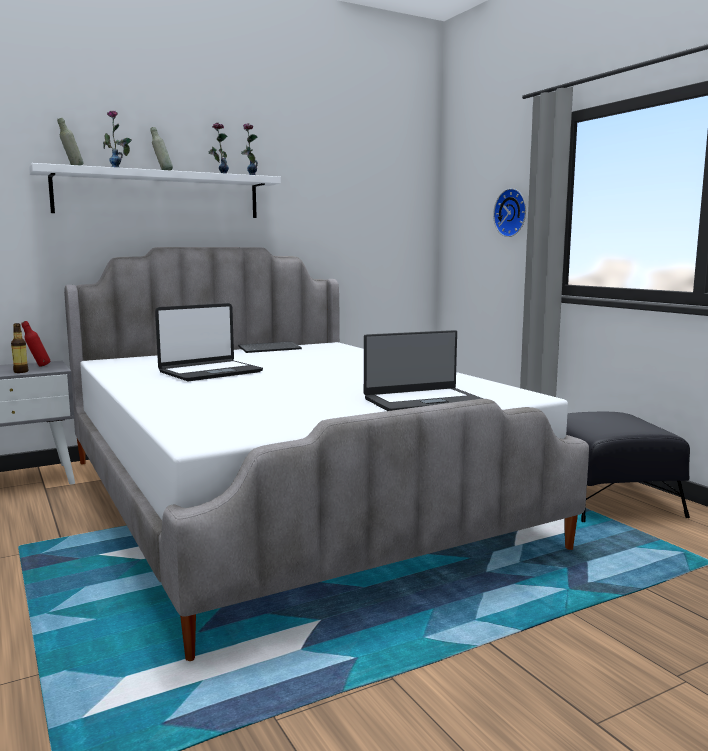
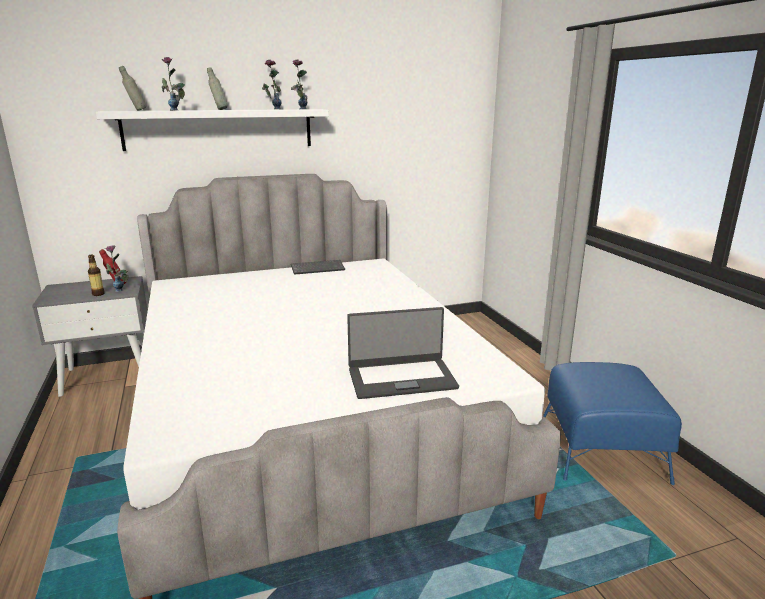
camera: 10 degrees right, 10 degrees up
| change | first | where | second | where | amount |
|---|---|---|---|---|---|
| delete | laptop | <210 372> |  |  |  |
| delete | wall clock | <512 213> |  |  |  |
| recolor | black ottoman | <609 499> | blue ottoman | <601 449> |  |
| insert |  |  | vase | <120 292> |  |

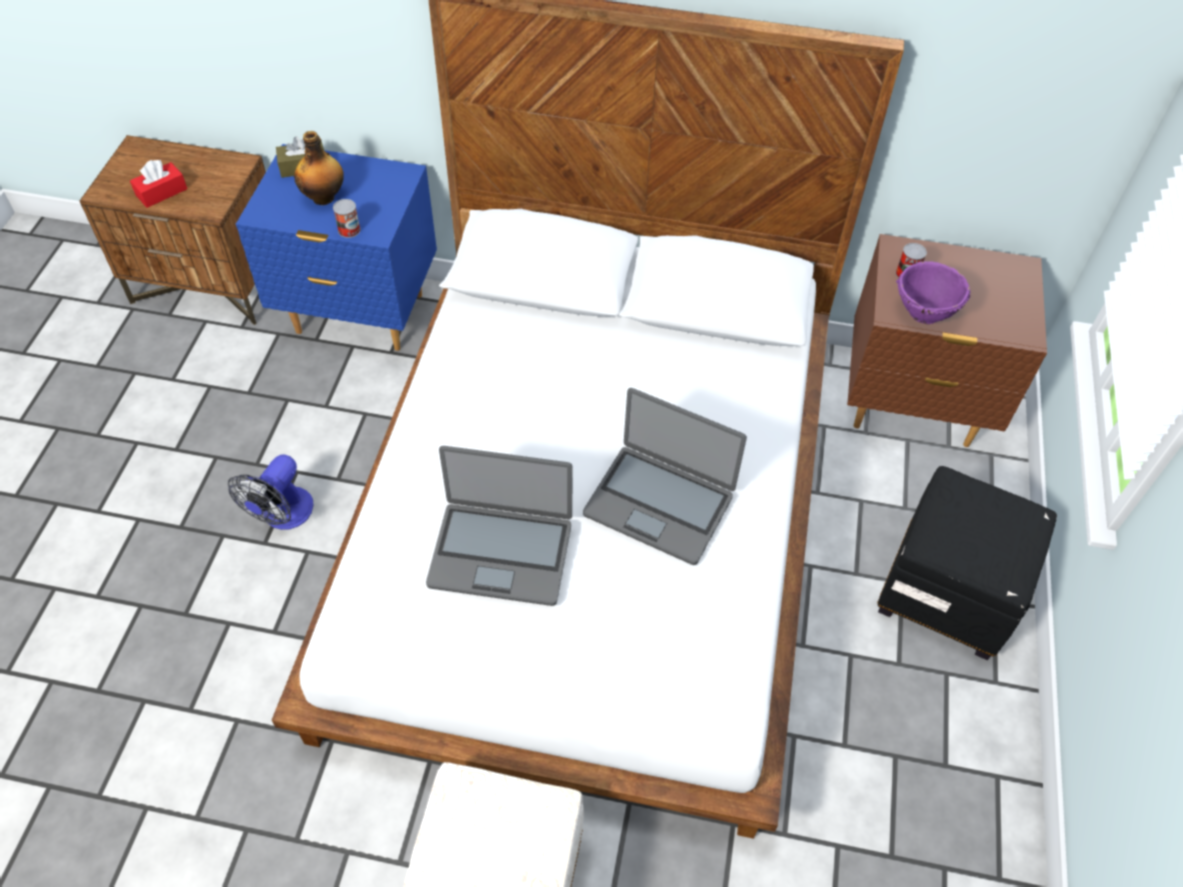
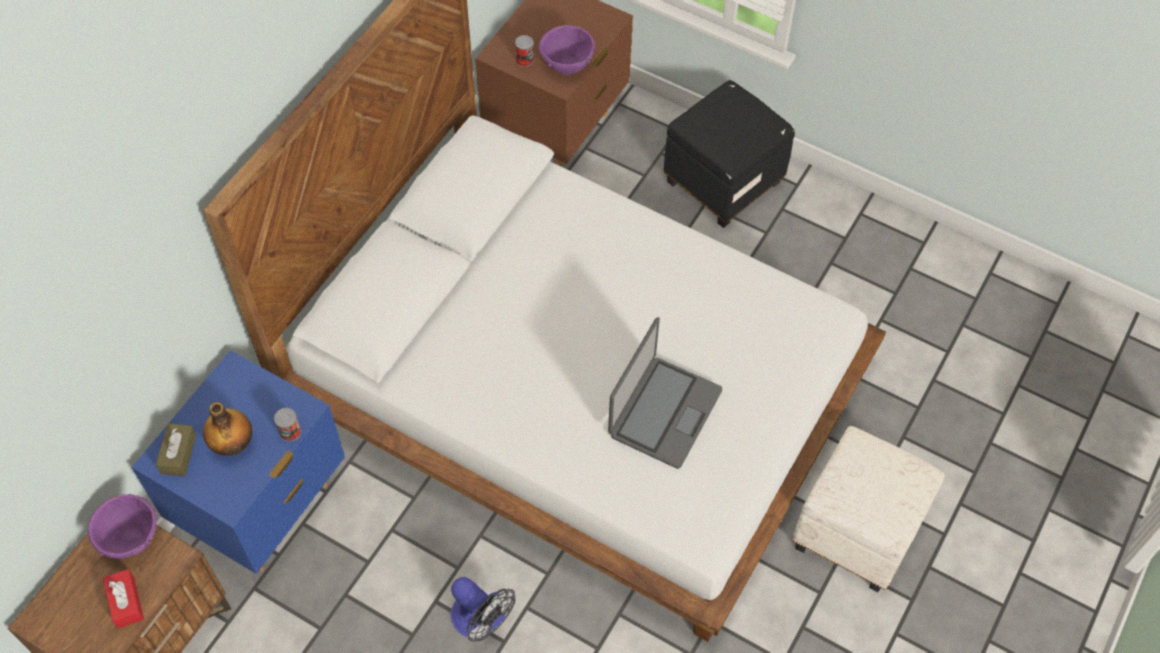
camera: 70 degrees left, 5 degrees up
| change | first | where | second | where | amount |
|---|---|---|---|---|---|
| delete | laptop | <659 503> |  |  |  |
| insert |  |  | purple bowl | <131 539> |  |

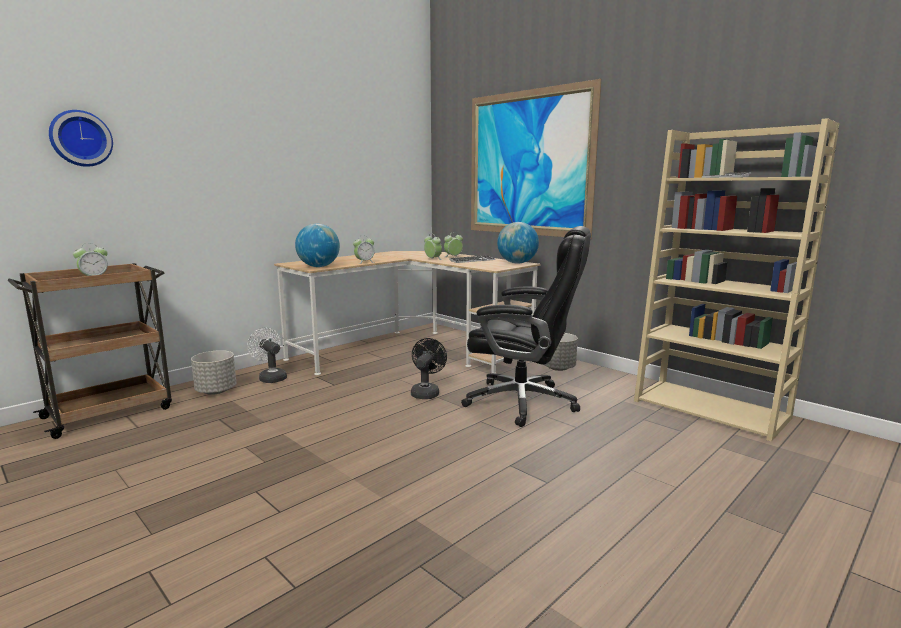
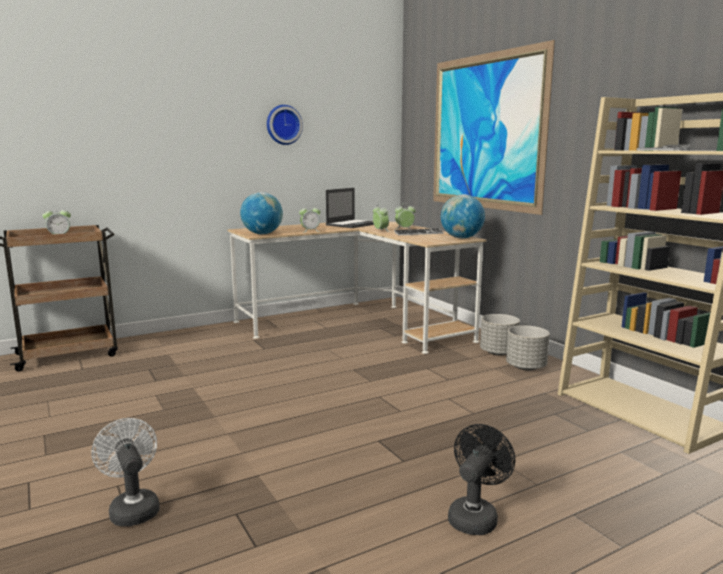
camera: 15 degrees right, 0 degrees up
| change | first | where | second | where | amount |
|---|---|---|---|---|---|
| move | wall clock | <80 138> |  | <283 125> |  |
| move | grey planter | <216 391> |  | <526 367> |  |
| move | white fan | <270 378> |  | <132 508> |  |
| move | black fan | <426 392> |  | <475 516> |  |
| delete | black office chair | <524 402> |  |  |  |
| insert |  |  | laptop | <353 224> |  |

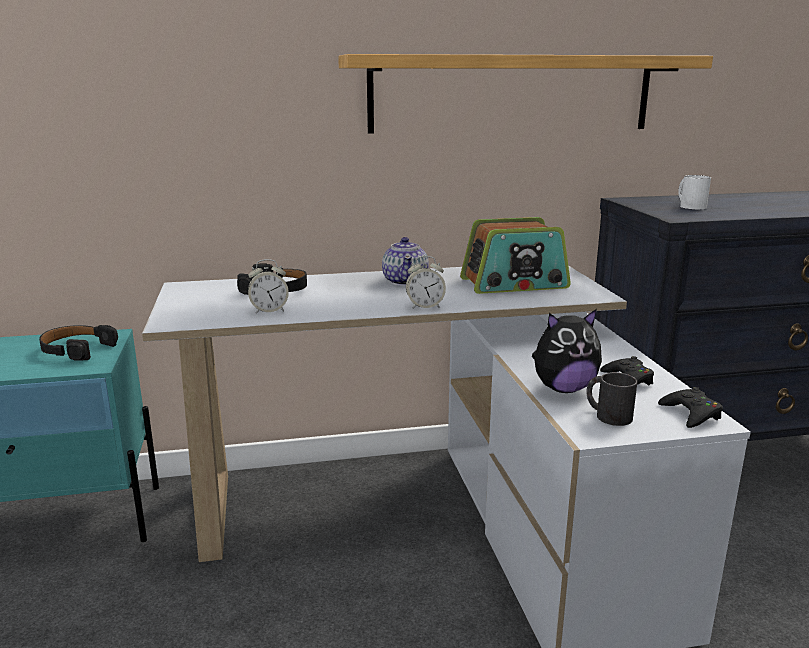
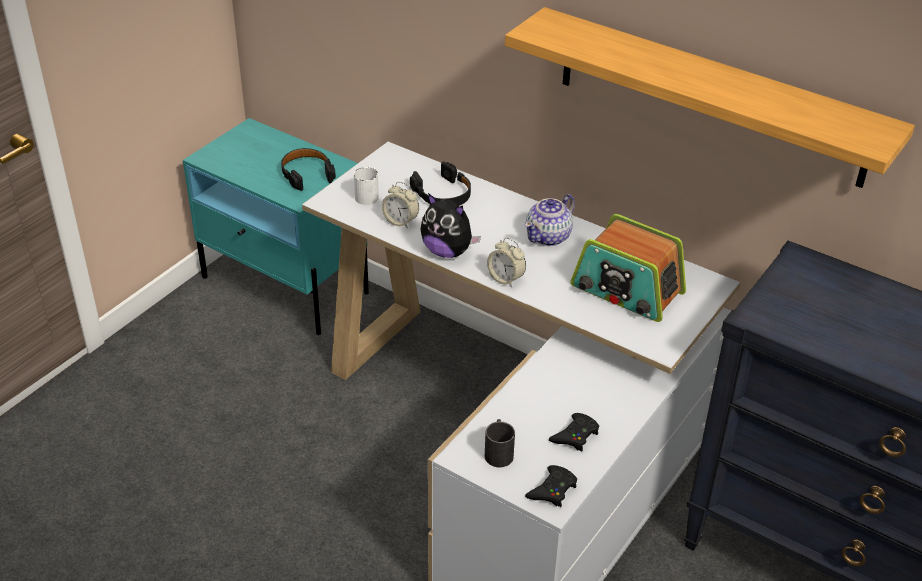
camera: 45 degrees right, 20 degrees up
| change | first | where | second | where | amount |
|---|---|---|---|---|---|
| move | plush toy | <563 388> |  | <447 251> |  |
| move | white mug | <689 206> |  | <369 195> |  |

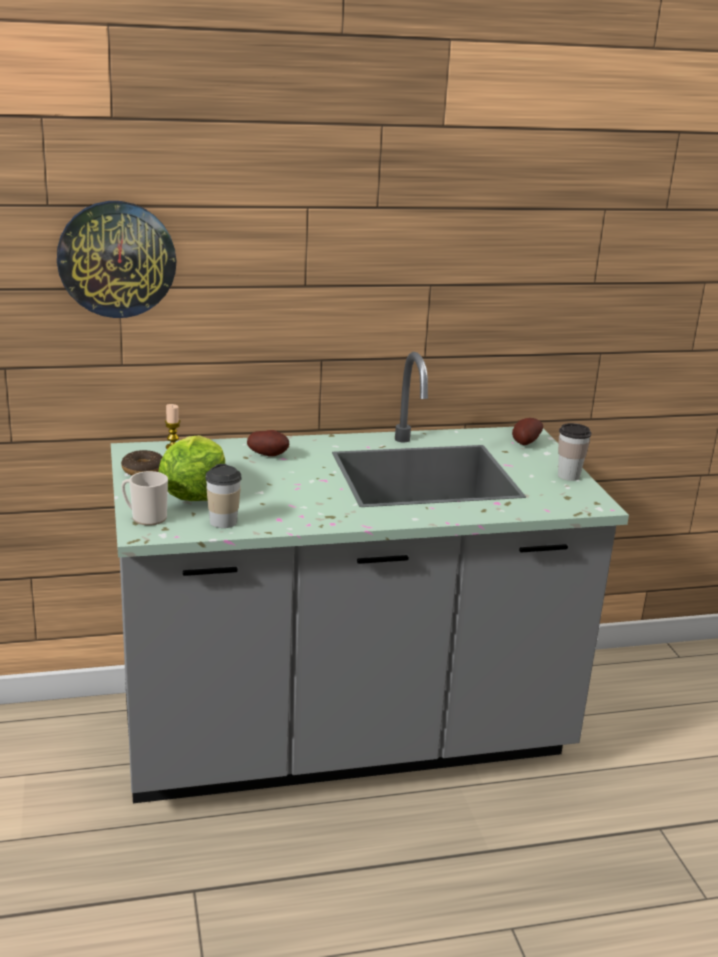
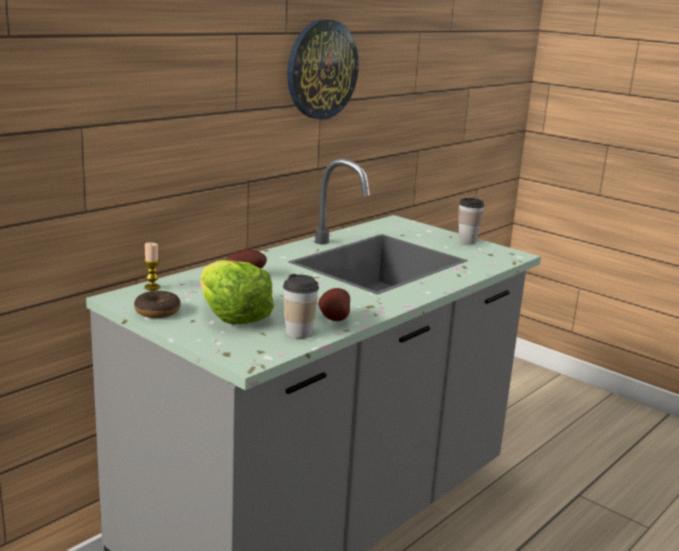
camera: 35 degrees left, 5 degrees down
| change | first | where | second | where | amount |
|---|---|---|---|---|---|
| move | wall clock | <117 259> |  | <321 69> |  |
| delete | mug | <145 517> |  |  |  |
| move | potato | <524 443> |  | <333 319> |  |

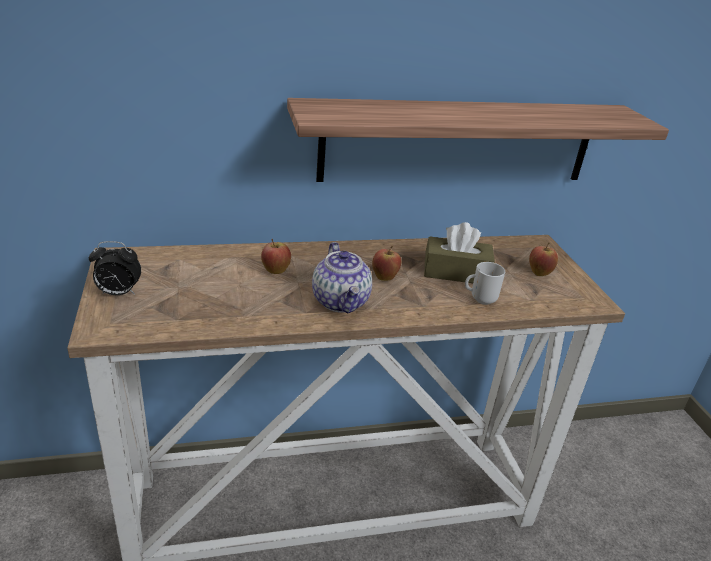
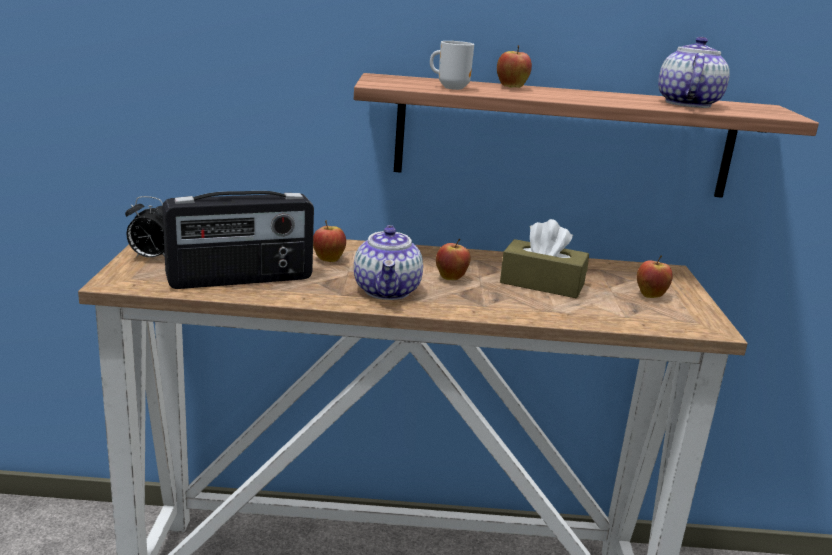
camera: 15 degrees right, 10 degrees down
| change | first | where | second | where | amount |
|---|---|---|---|---|---|
| move | mug | <481 299> |  | <451 87> |  |
| insert |  |  | radio | <240 279> |  |
| insert |  |  | apple | <511 88> |  |
| insert |  |  | teapot | <687 103> |  |

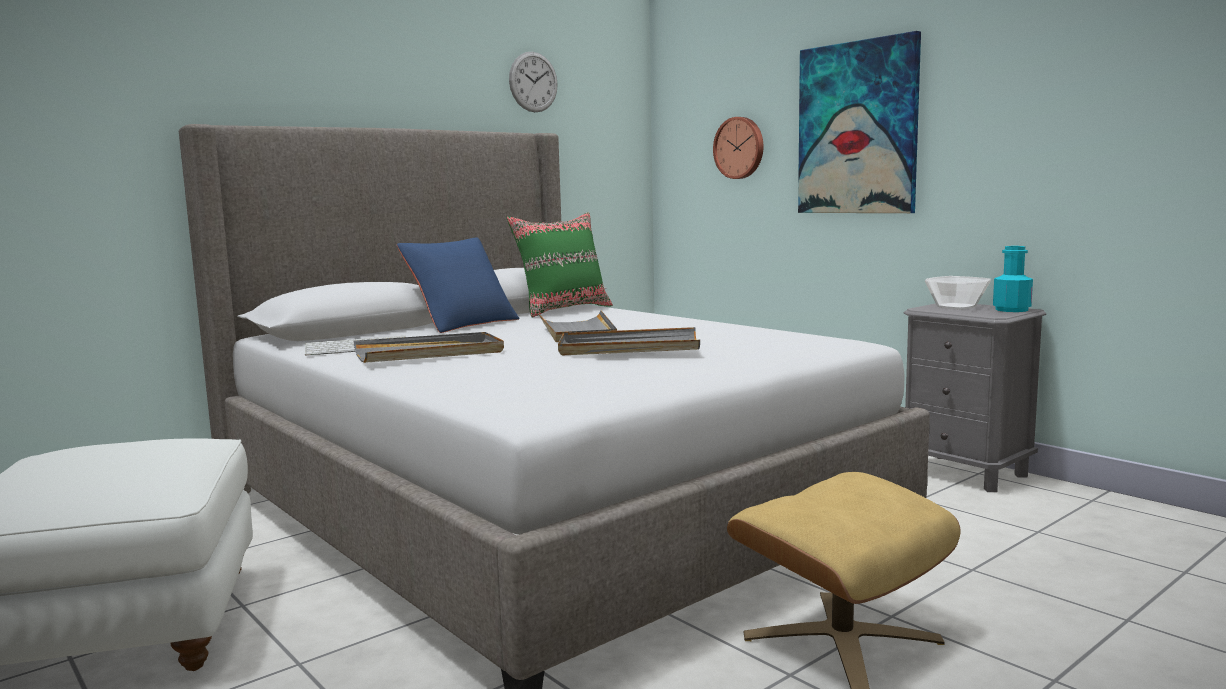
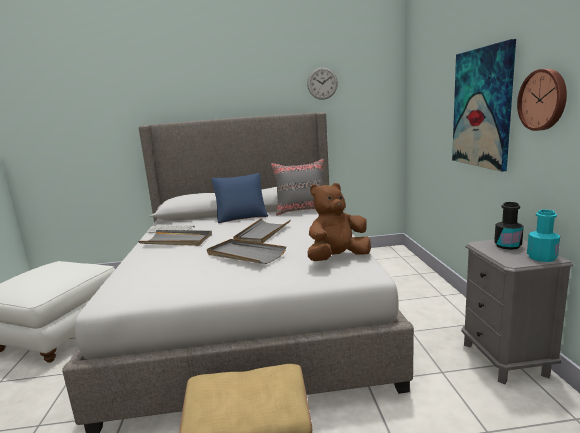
camera: 35 degrees right, 5 degrees up
| change | first | where | second | where | amount |
|---|---|---|---|---|---|
| recolor | green pillow | <563 310> | grey pillow | <301 211> |  |
| move | wall clock | <740 148> |  | <543 100> |  |
| replace | bowl | <956 307> | black bottle | <507 246> |  |
| insert |  |  | brown plush toy | <337 258> |  |

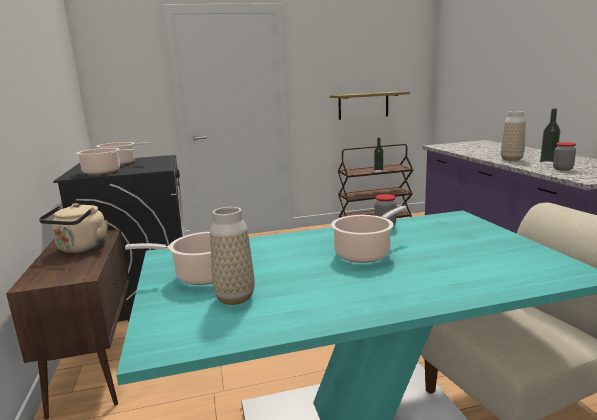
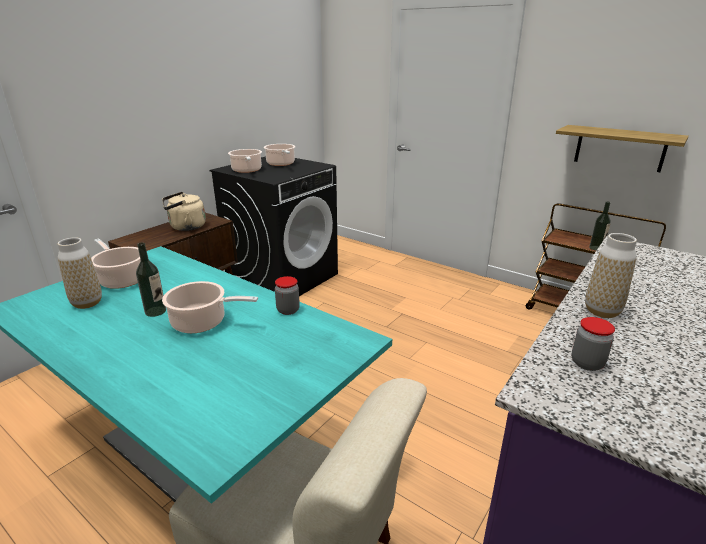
camera: 50 degrees right, 10 degrees up
| change | first | where | second | where | amount |
|---|---|---|---|---|---|
| move | bottle | <548 163> |  | <155 311> |  |

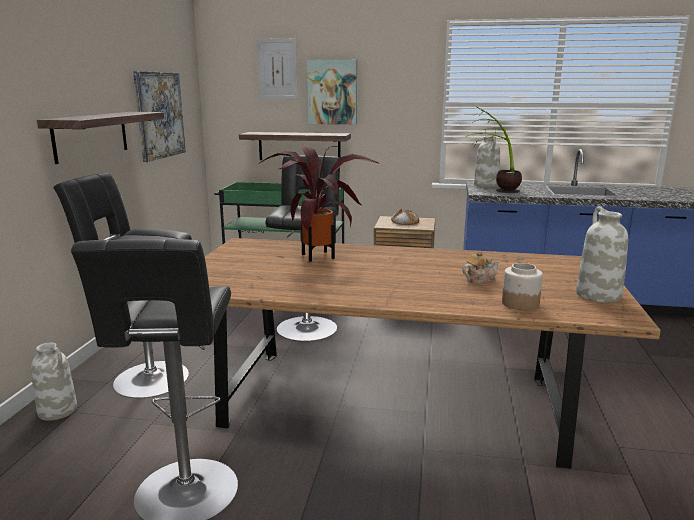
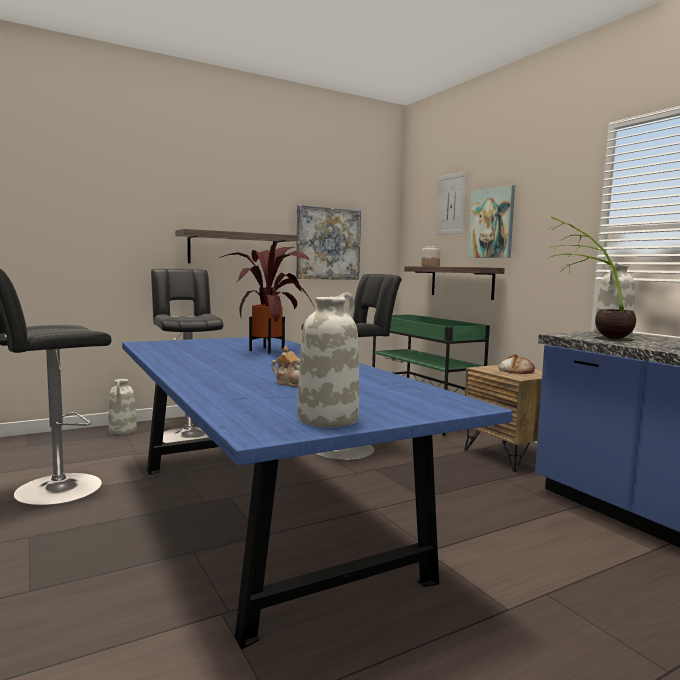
camera: 50 degrees right, 10 degrees down
| change | first | where | second | where | amount |
|---|---|---|---|---|---|
| recolor | brown dining table | <393 402> | blue dining table | <262 516> |  |
| move | jar | <519 303> |  | <430 266> |  |

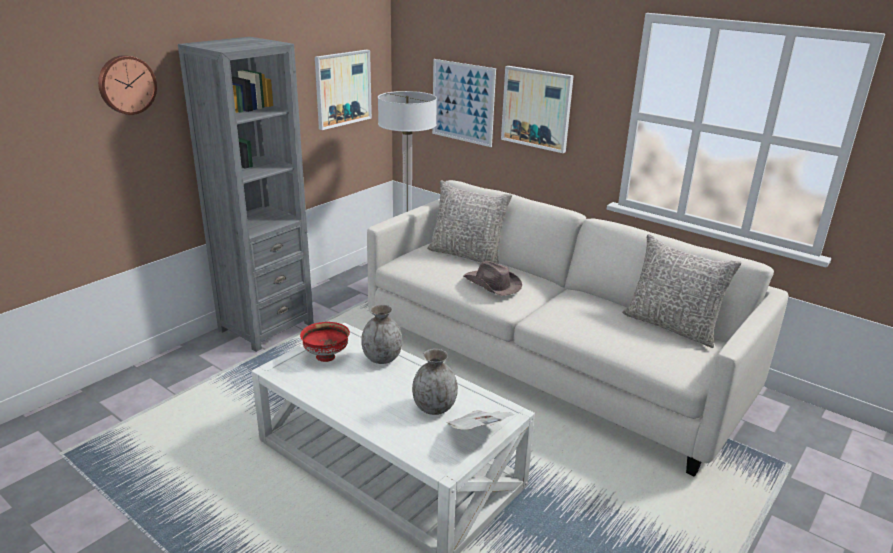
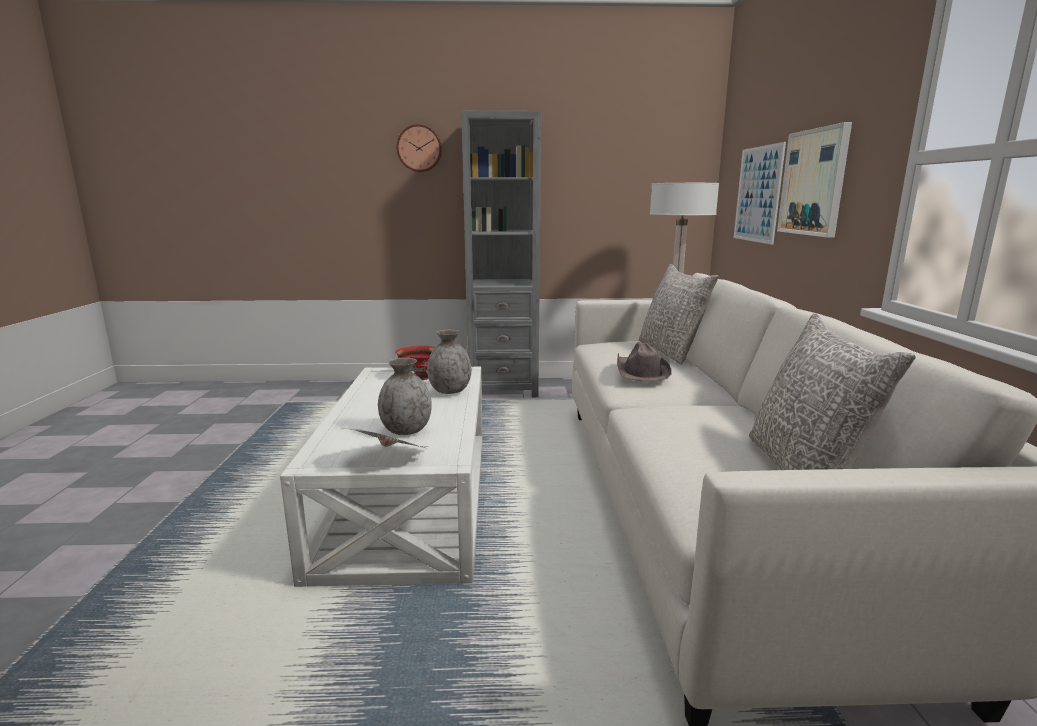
camera: 50 degrees right, 10 degrees down
| change | first | where | second | where | amount |
|---|---|---|---|---|---|
| delete | picture | <343 88> |  |  |  |

